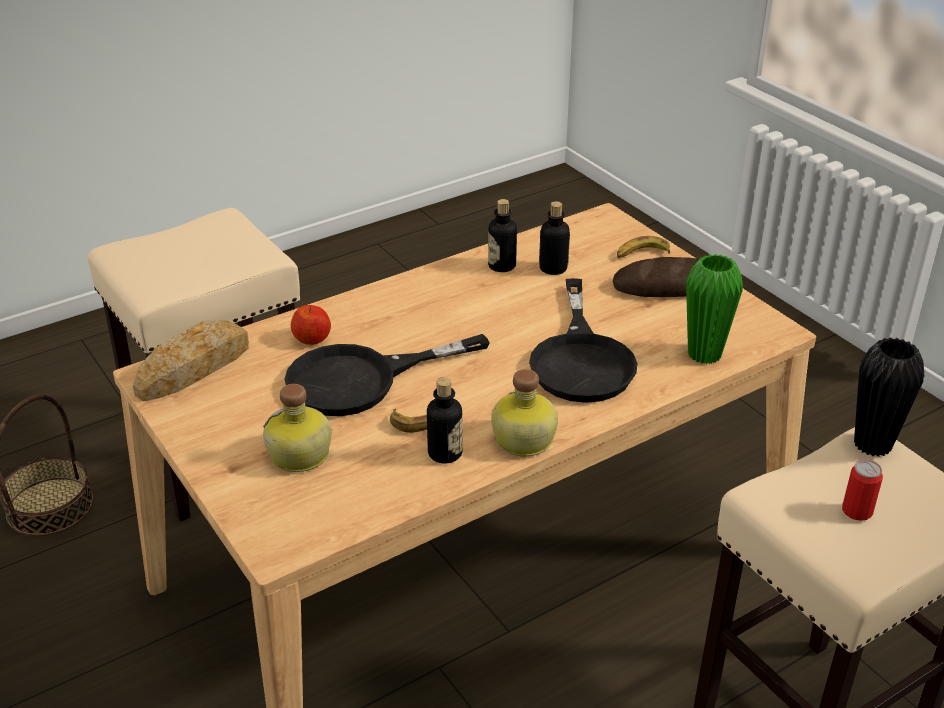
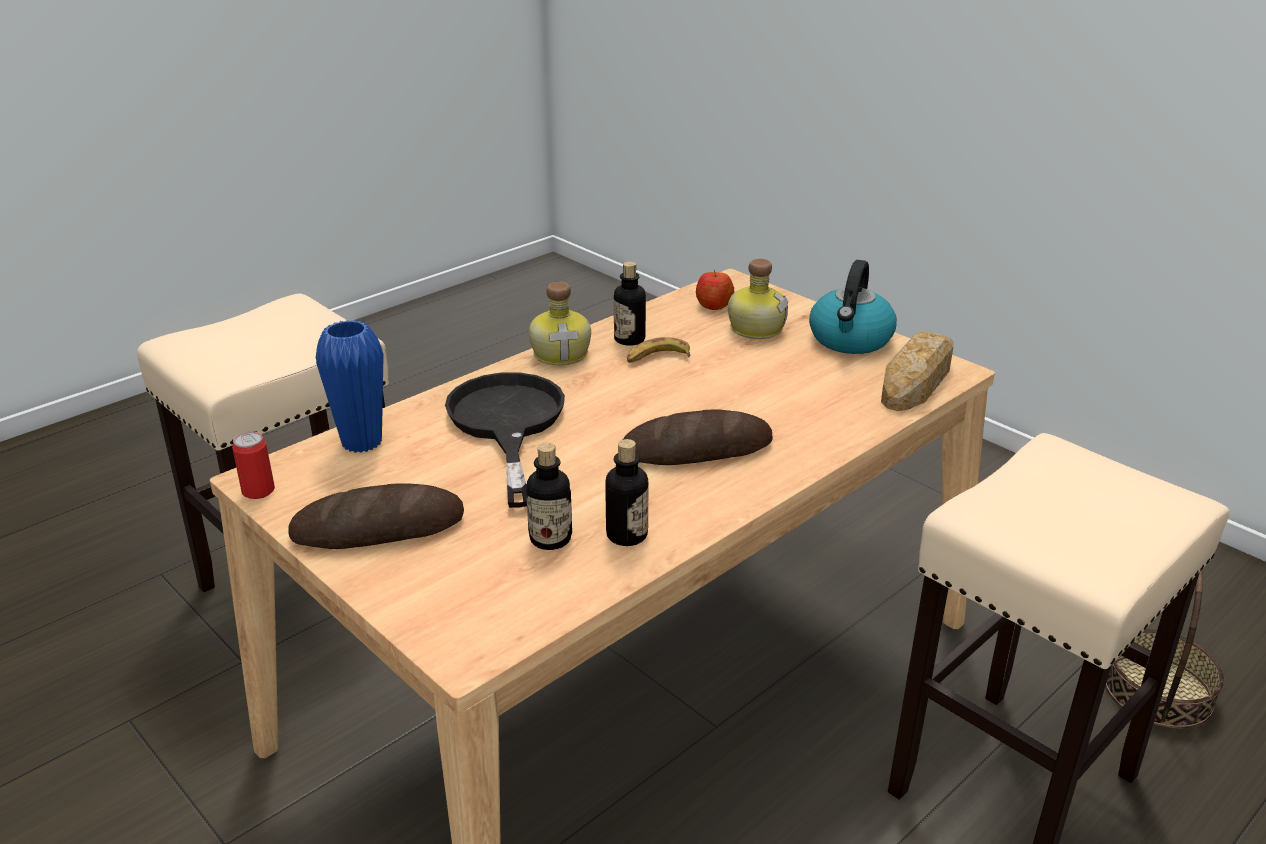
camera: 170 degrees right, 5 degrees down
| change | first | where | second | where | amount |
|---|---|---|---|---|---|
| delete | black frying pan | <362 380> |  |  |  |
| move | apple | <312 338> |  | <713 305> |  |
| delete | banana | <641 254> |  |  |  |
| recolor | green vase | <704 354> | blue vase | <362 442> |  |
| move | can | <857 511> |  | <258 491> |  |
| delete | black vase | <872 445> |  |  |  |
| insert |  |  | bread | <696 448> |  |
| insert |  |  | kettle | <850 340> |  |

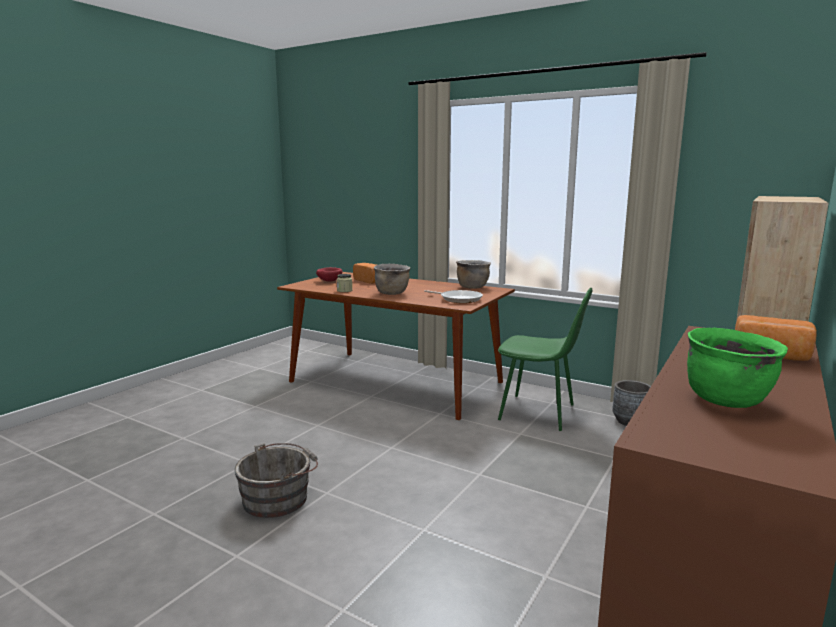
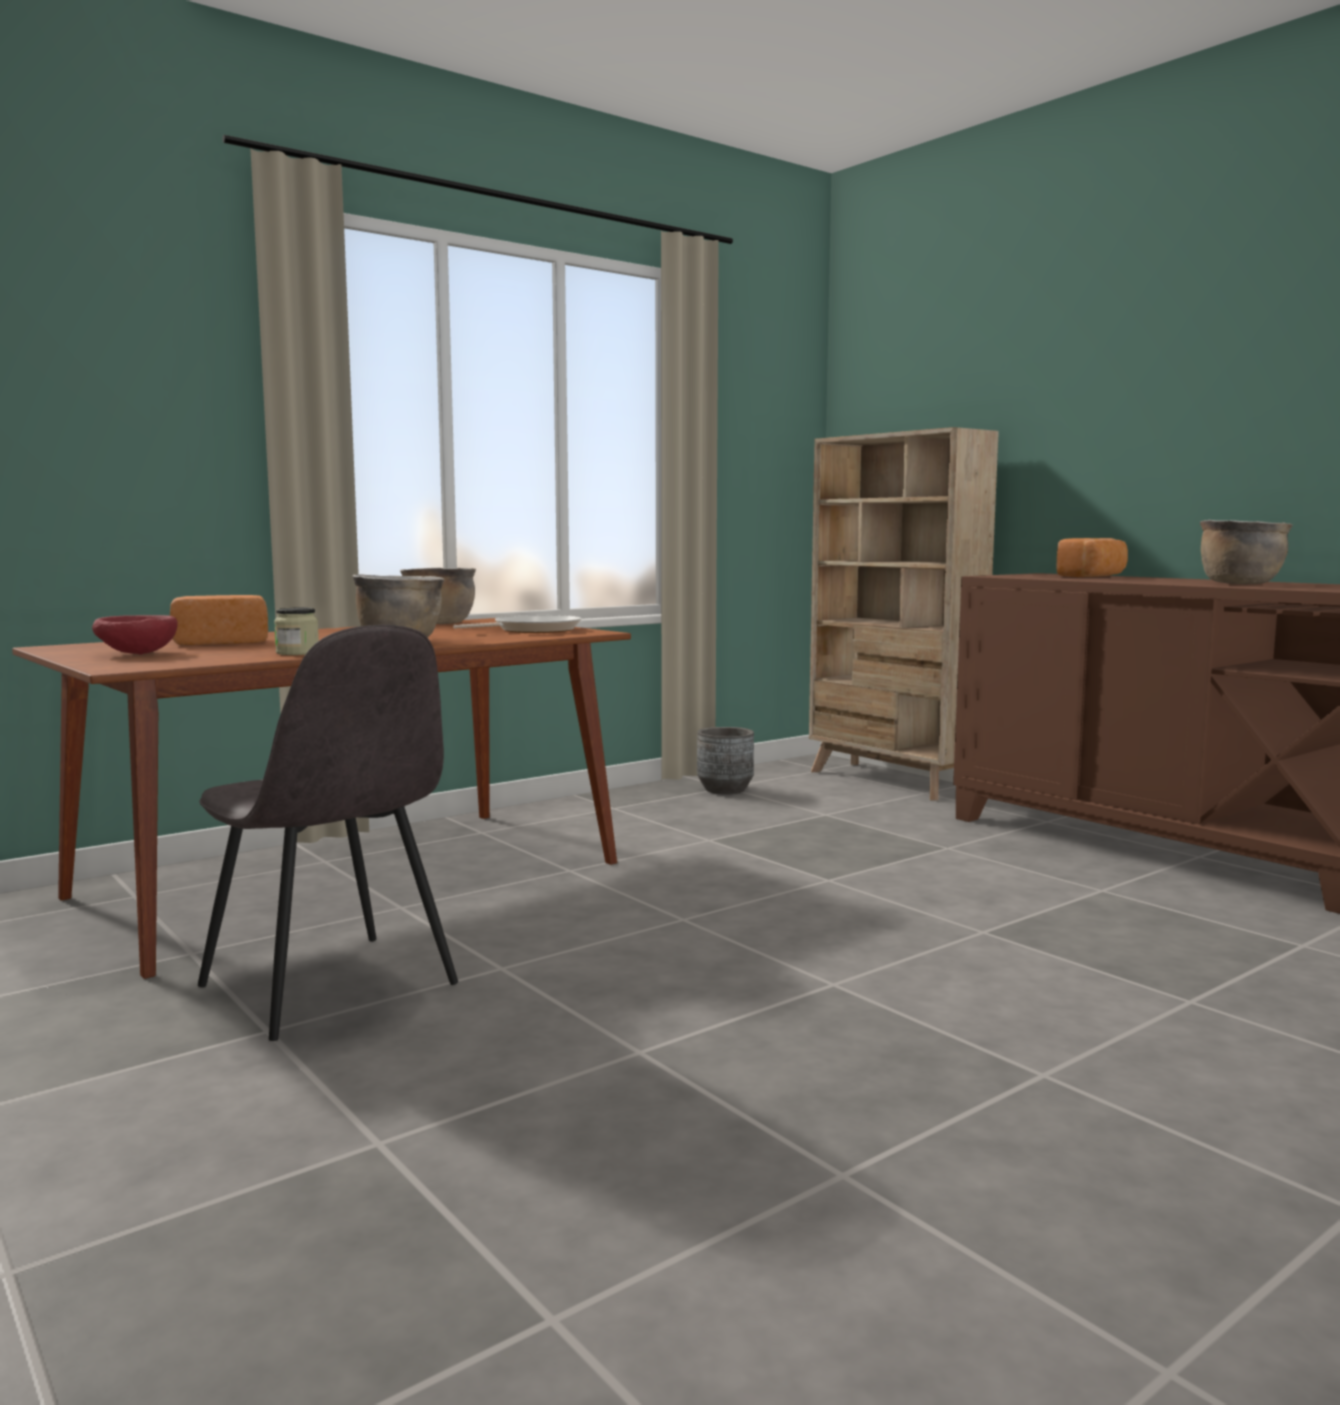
camera: 70 degrees left, 5 degrees down
| change | first | where | second | where | amount |
|---|---|---|---|---|---|
| delete | grey bucket | <279 498> |  |  |  |
| delete | green chair | <539 412> |  |  |  |
| recolor | green cooking pot | <727 400> | brown cooking pot | <1240 583> |  |
| insert |  |  | grey chair | <331 987> |  |

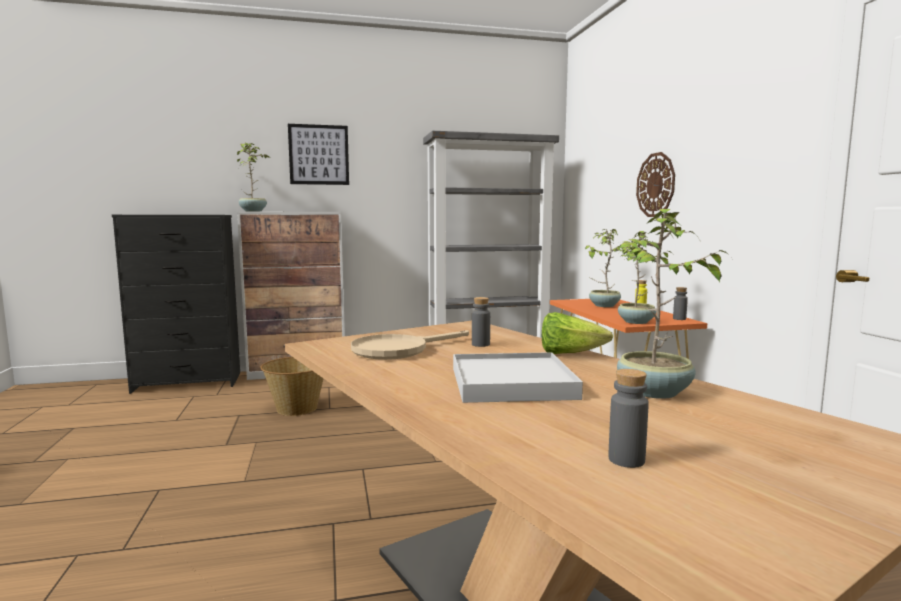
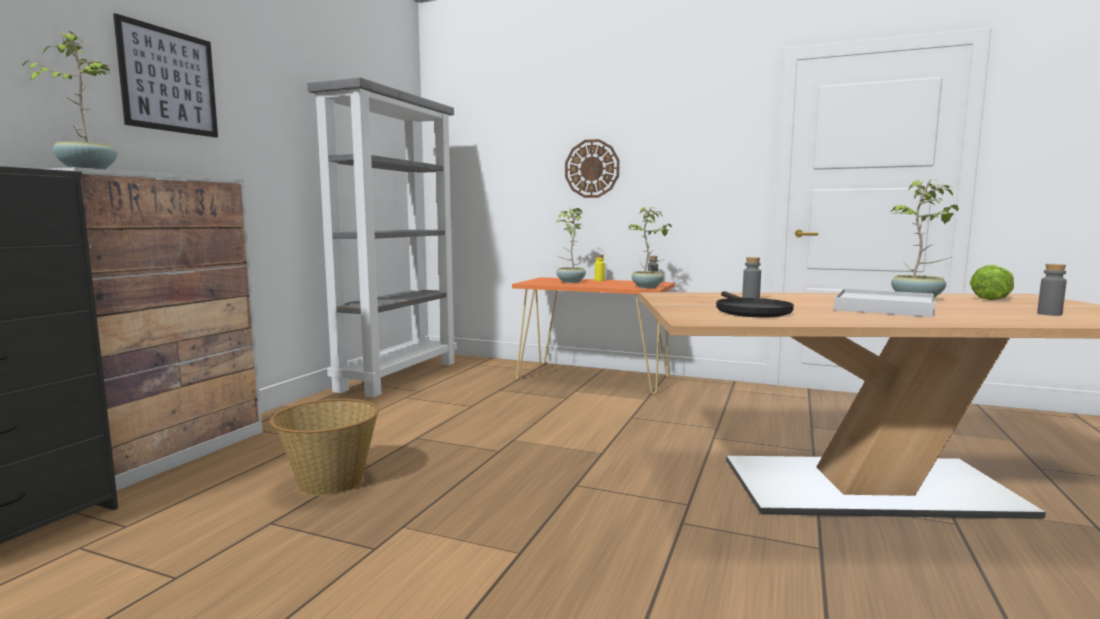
camera: 55 degrees left, 0 degrees up
| change | first | where | second | where | amount |
|---|---|---|---|---|---|
| recolor | beige frying pan | <398 350> | black frying pan | <749 310> |  |
| move | lettuce | <569 354> |  | <992 298> |  |

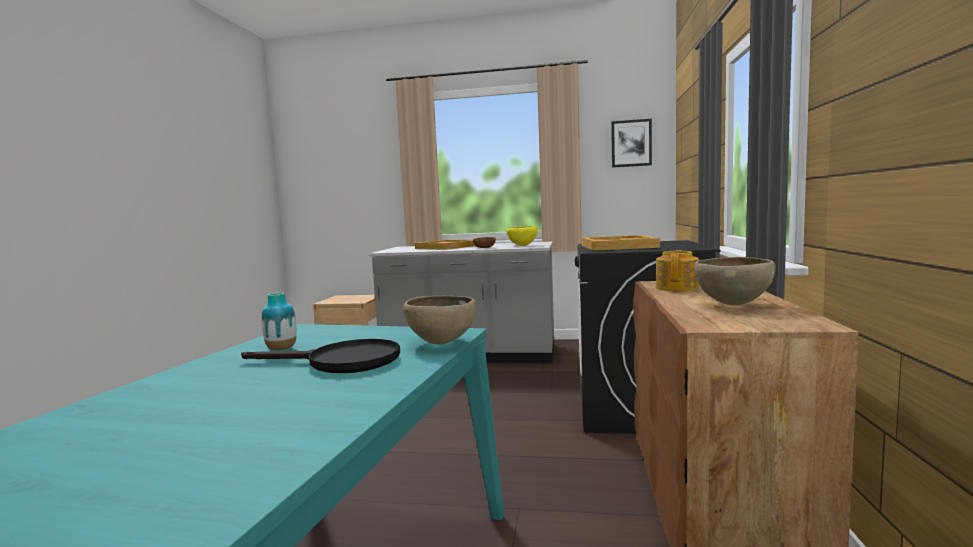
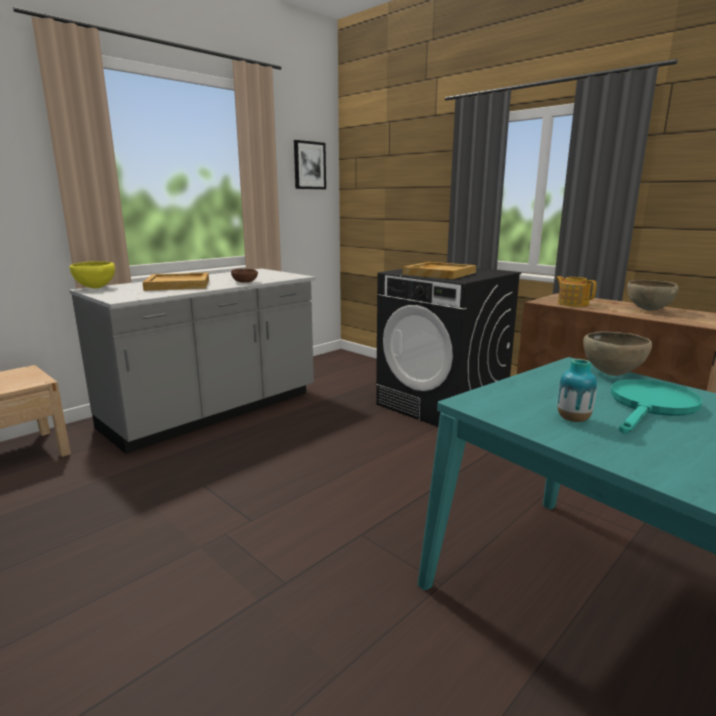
camera: 55 degrees left, 10 degrees up
| change | first | where | second | where | amount |
|---|---|---|---|---|---|
| recolor | black frying pan | <341 362> | turquoise frying pan | <650 406> |  |
| move | yellow bowl | <522 246> |  | <95 288> |  |

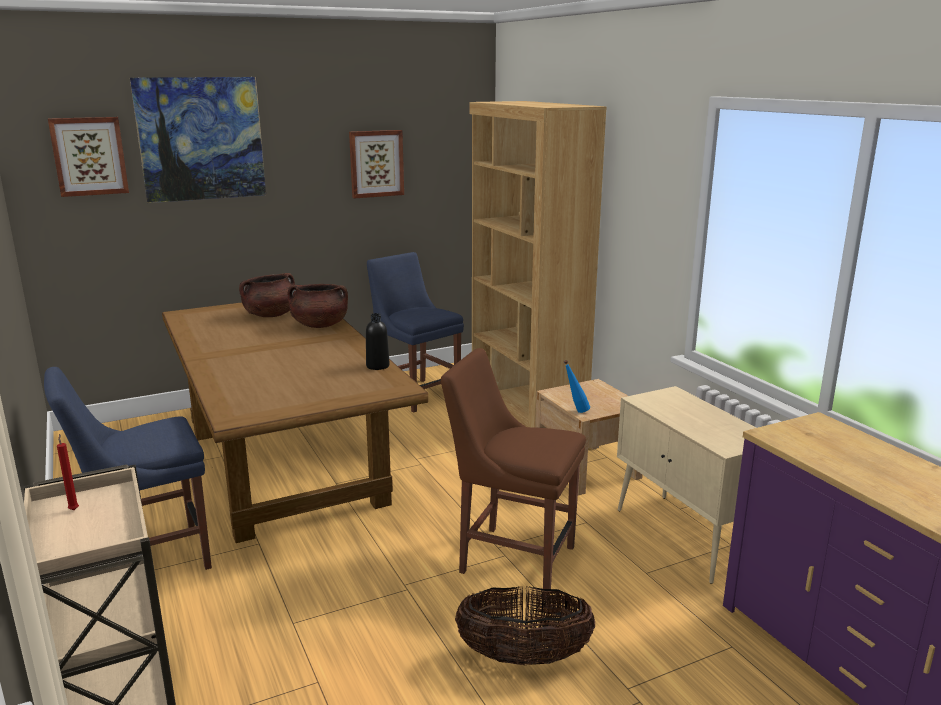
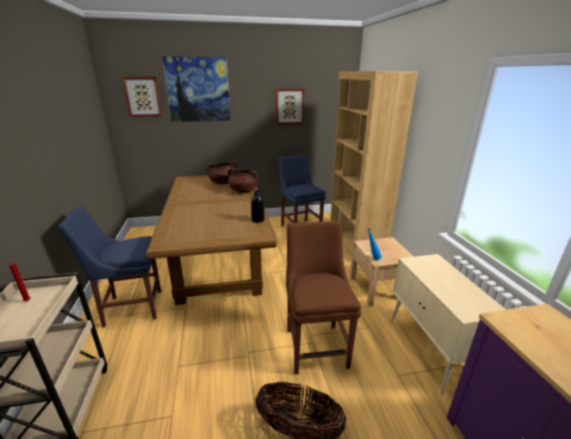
camera: 15 degrees right, 5 degrees up
| change | first | where | second | where | amount |
|---|---|---|---|---|---|
| rotate | brown chair | <512 557> |  | <316 345> | 45 degrees clockwise |

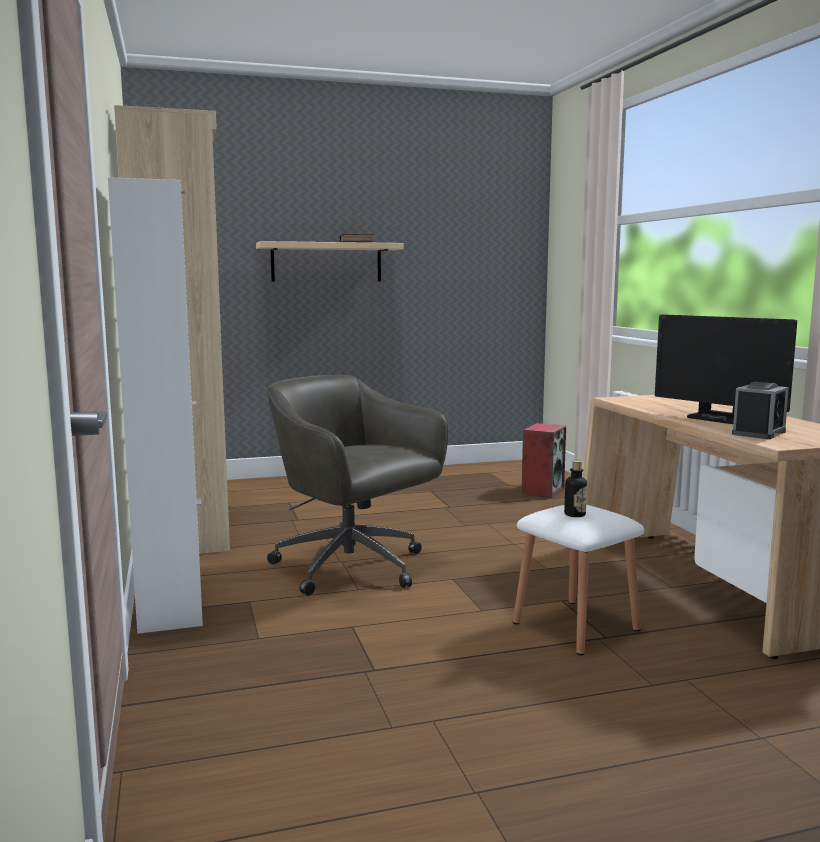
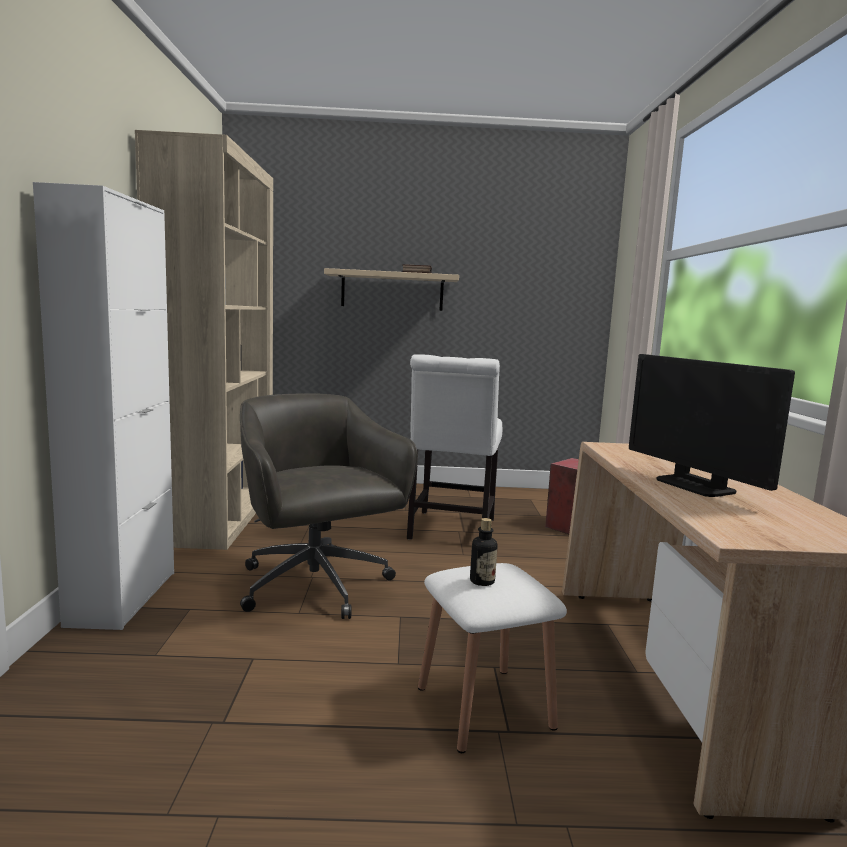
camera: 15 degrees right, 0 degrees up
| change | first | where | second | where | amount |
|---|---|---|---|---|---|
| delete | alarm clock | <758 433> |  |  |  |
| insert |  |  | white chair | <450 531> |  |

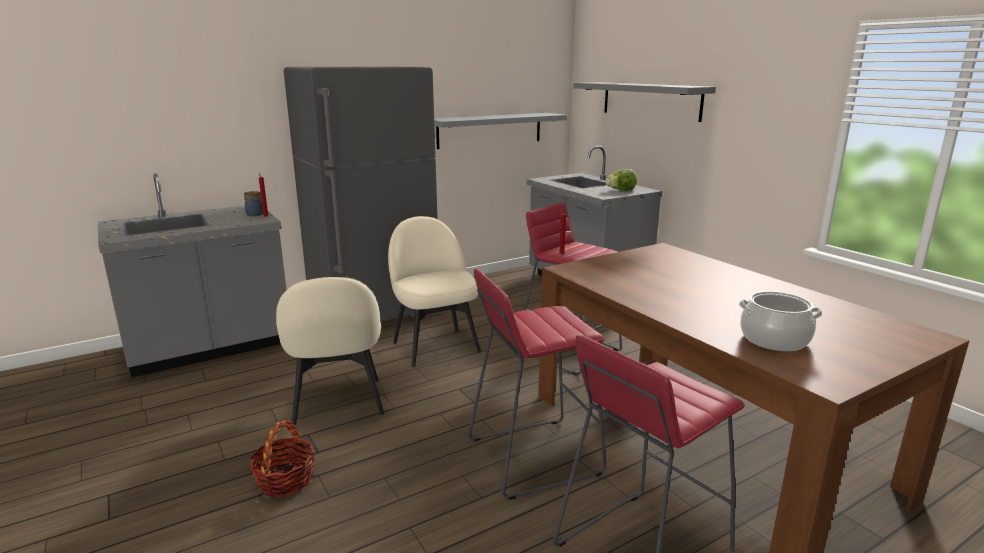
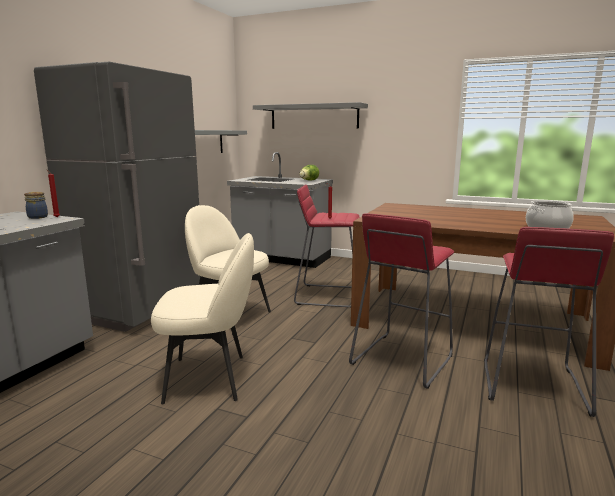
camera: 35 degrees left, 5 degrees down
| change | first | where | second | where | amount |
|---|---|---|---|---|---|
| delete | basket | <285 480> |  |  |  |
| rotate | beige chair | <337 403> |  | <209 378> | 45 degrees counterclockwise |

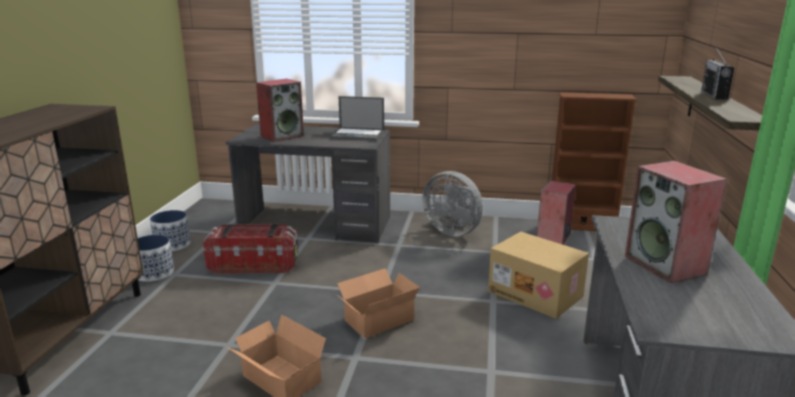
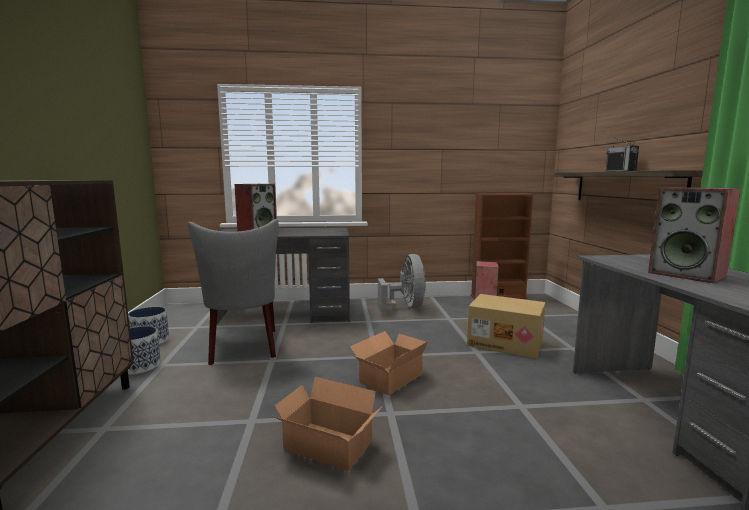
camera: 15 degrees left, 10 degrees down
| change | first | where | second | where | amount |
|---|---|---|---|---|---|
| replace | storage box | <254 265> | grey chair | <243 348> |  |
| delete | laptop | <358 135> |  |  |  |
| rotate | grey fan | <453 231> |  | <406 308> | 120 degrees counterclockwise |

